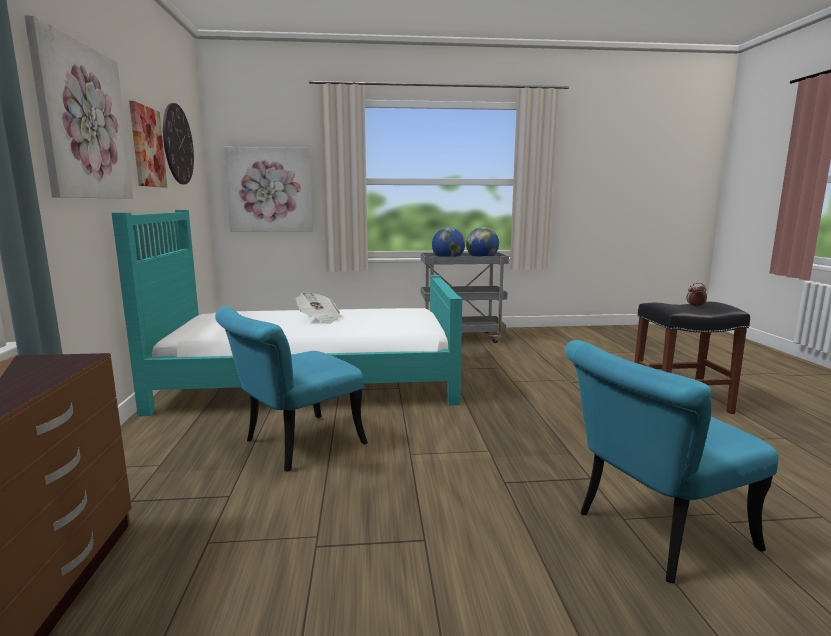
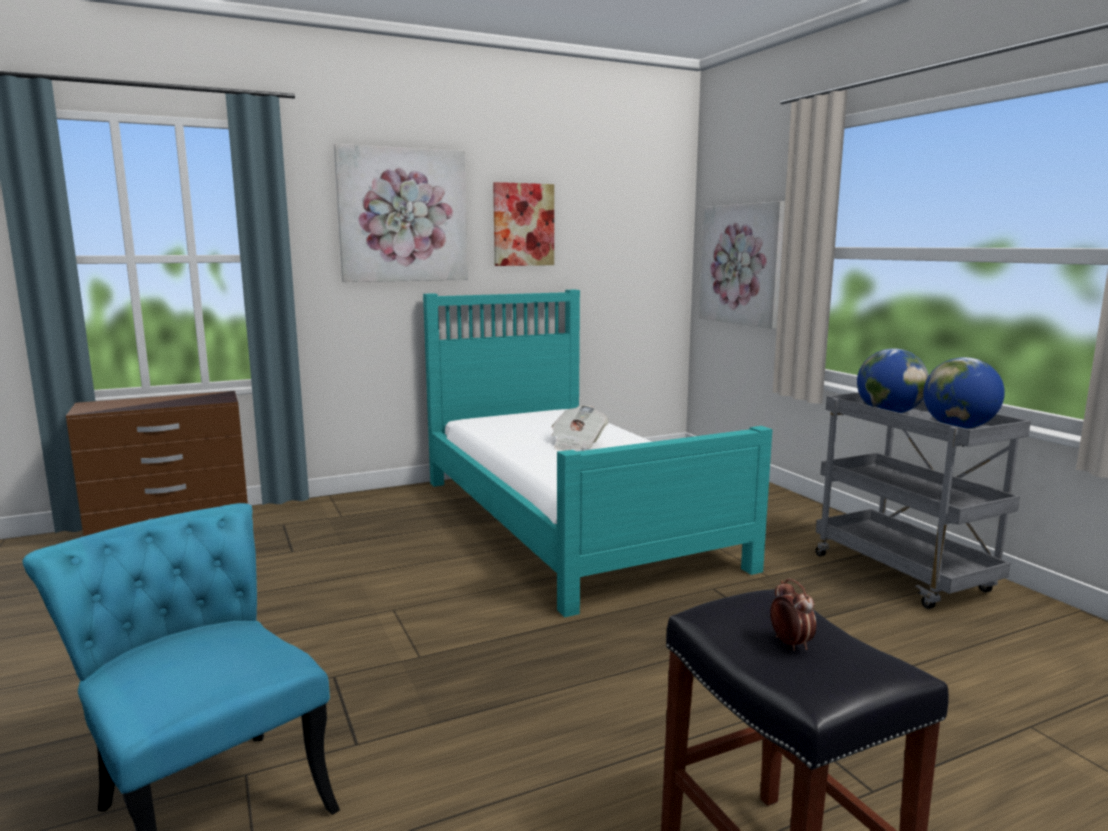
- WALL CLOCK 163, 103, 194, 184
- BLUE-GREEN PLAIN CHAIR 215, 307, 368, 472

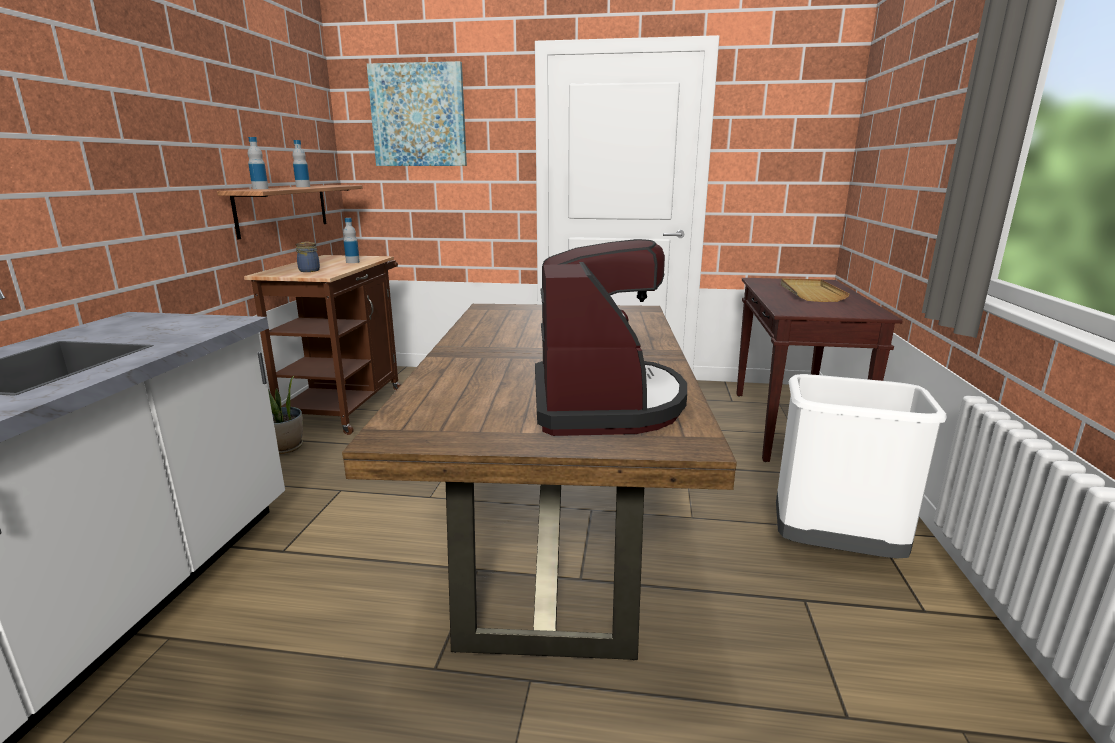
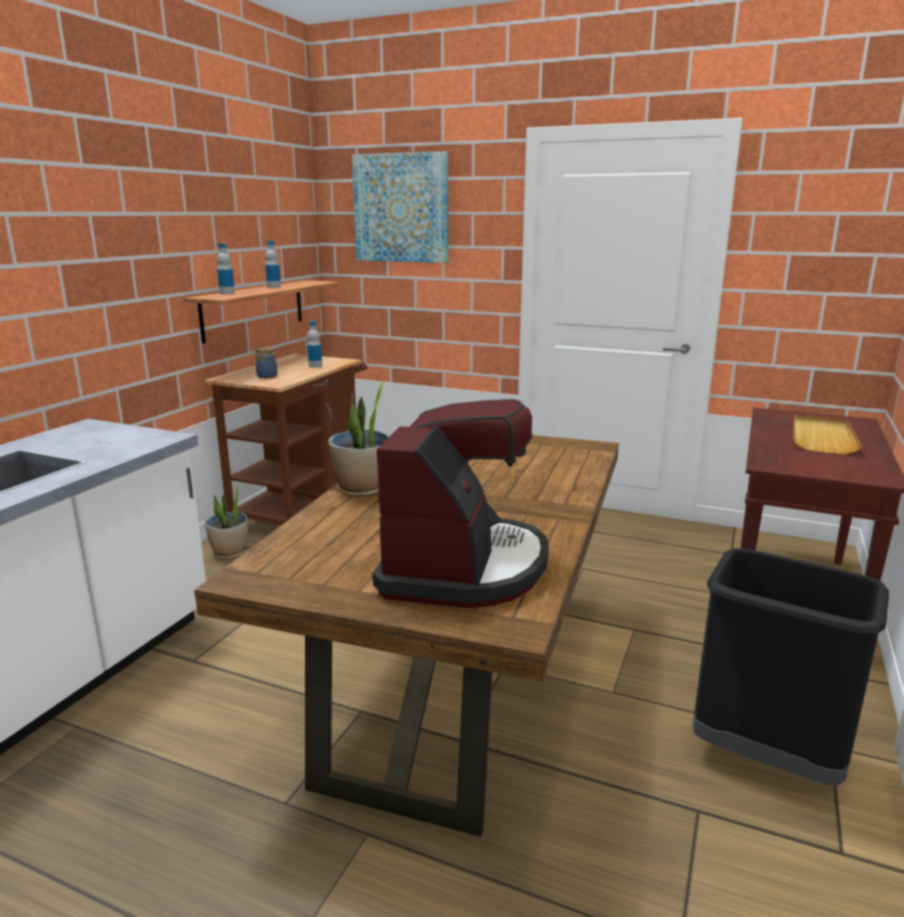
+ POTTED PLANT 328, 381, 389, 497
~ WHITE TRASH CAN 776, 374, 947, 558 to BLACK-COLOURED TRASH CAN 693, 548, 889, 786

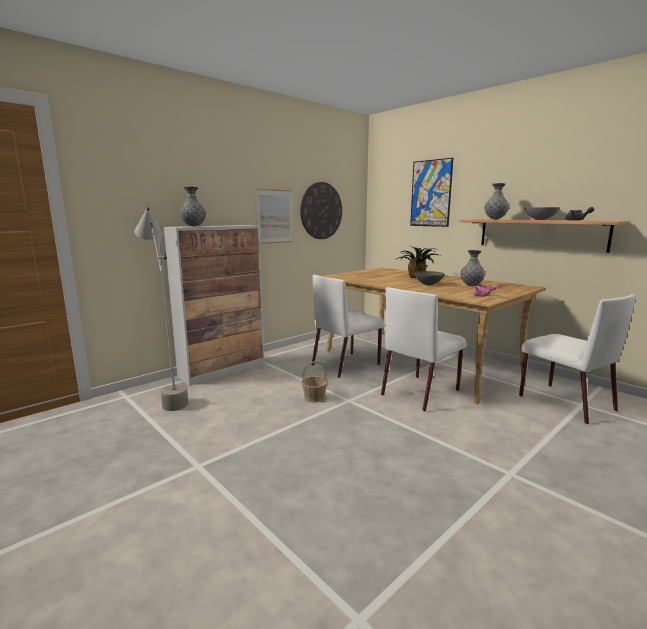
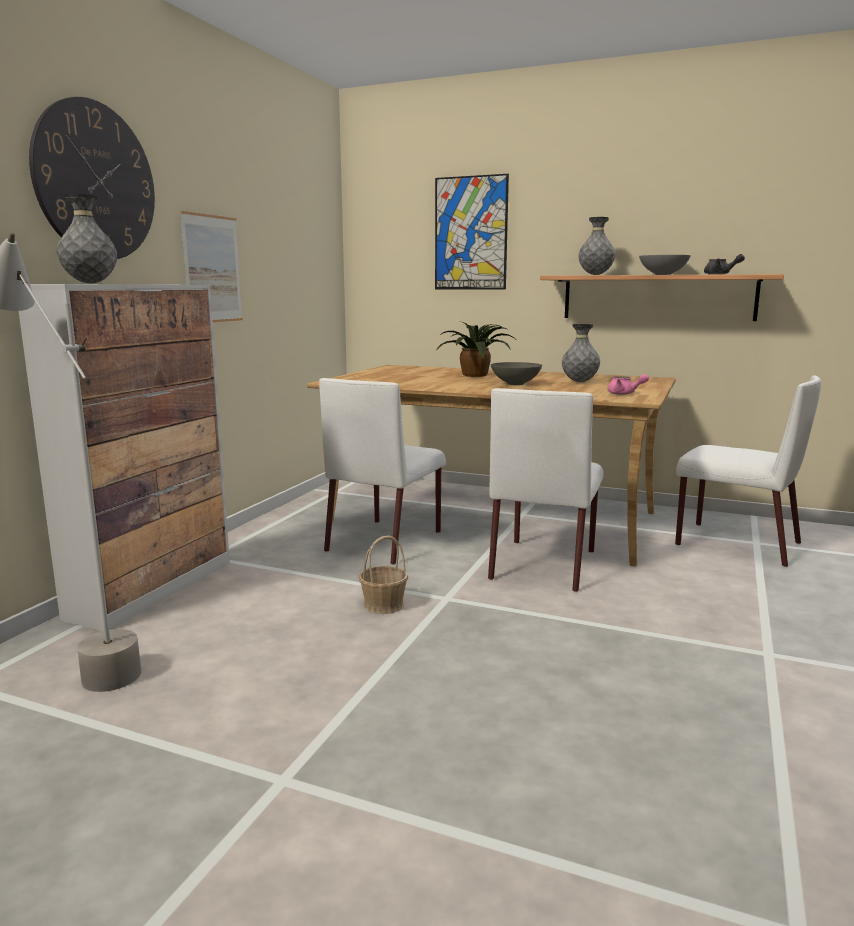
~ WALL CLOCK 300, 182, 342, 239 to 29, 97, 155, 259

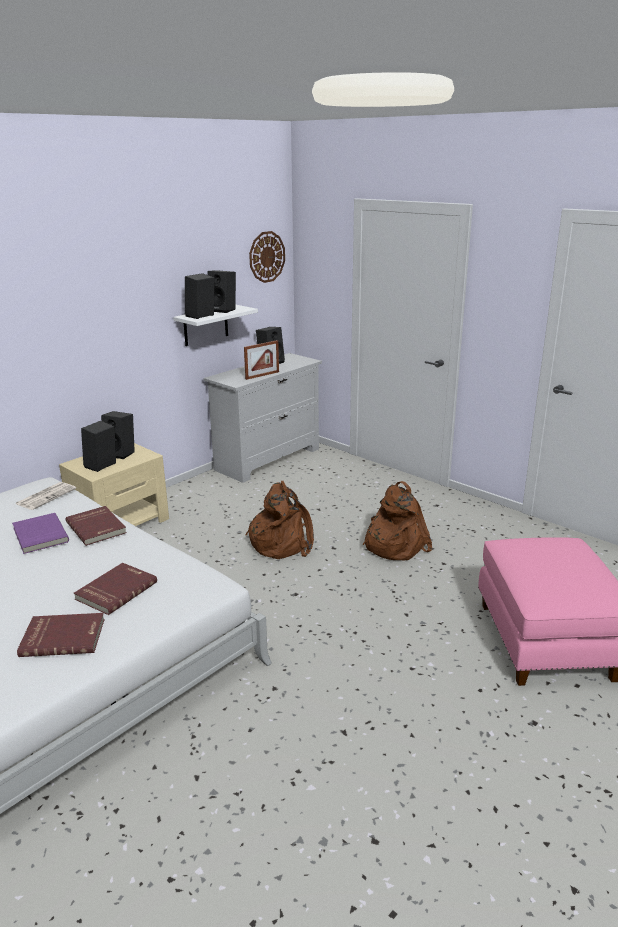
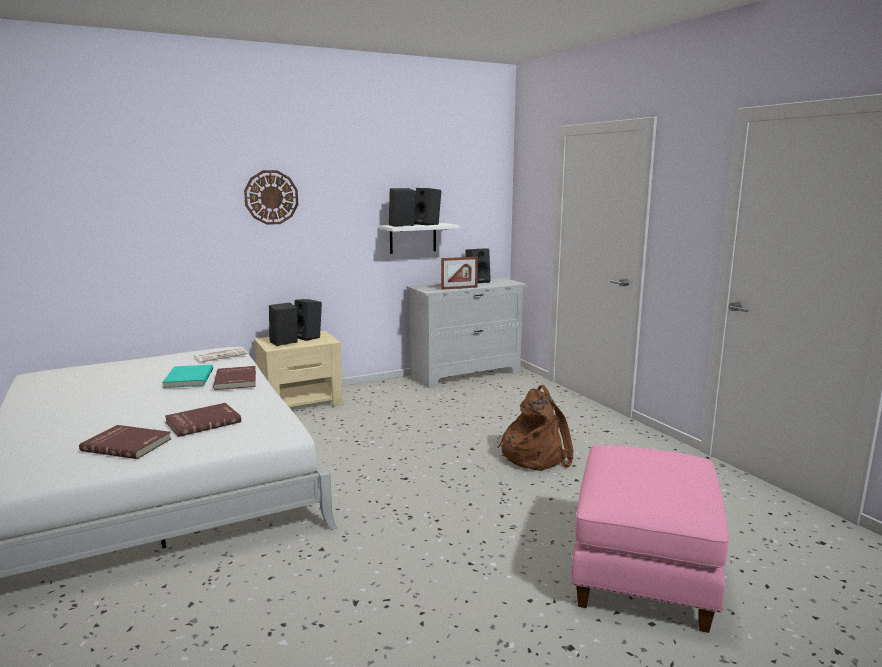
- BROWN BACKPACK 245, 481, 314, 559
~ WALL CLOCK 249, 231, 285, 283 to 244, 170, 298, 225
~ PURPLE-COLOURED BOOK 12, 513, 69, 554 to BLUE-GREEN BOOK 162, 365, 213, 388

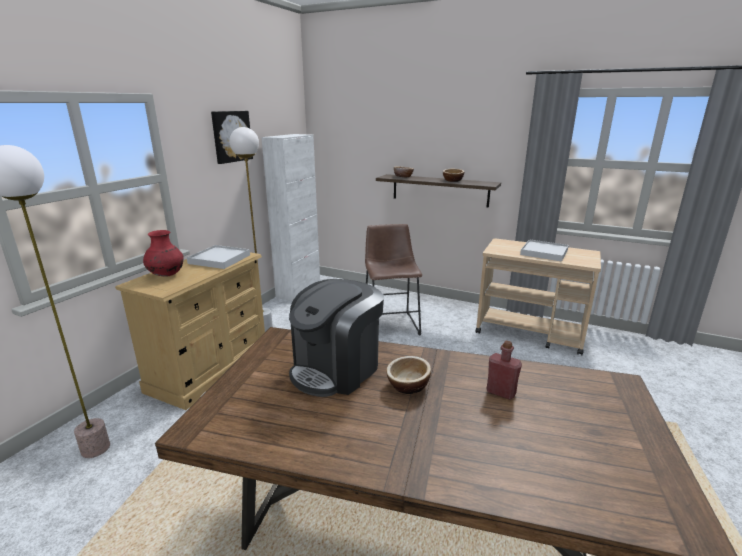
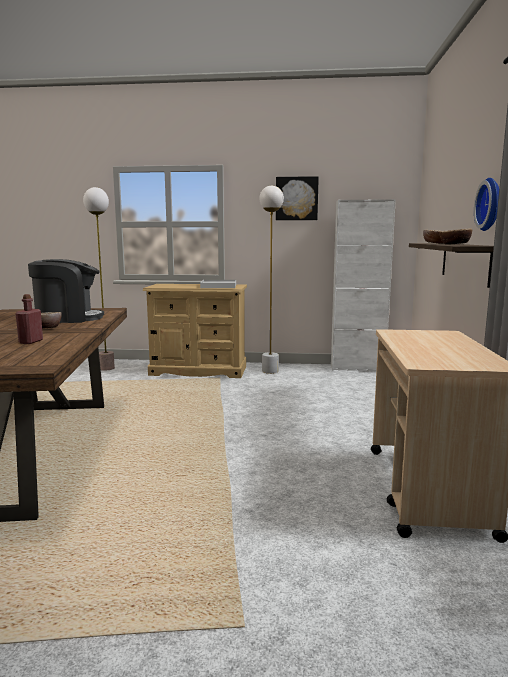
- RED VASE 143, 230, 183, 277
- BROWN STOOL SEAT 365, 224, 422, 336
- WHITE SERVING TRAY 520, 239, 569, 262
+ WALL CLOCK 474, 178, 499, 231
~ COFFEE MACHINE 289, 279, 384, 397 = 28, 259, 104, 323 150 degrees clockwise

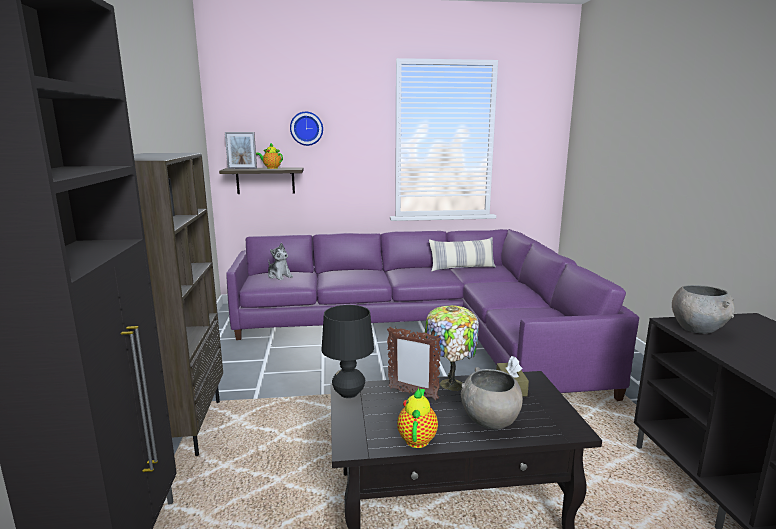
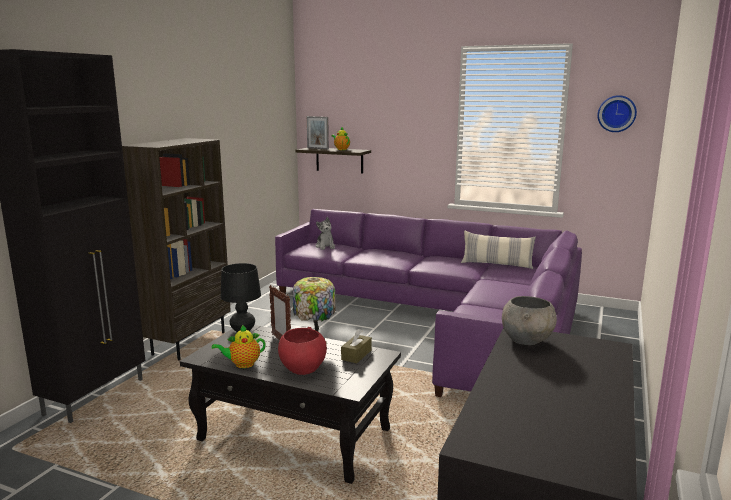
~ WALL CLOCK 290, 112, 323, 146 to 597, 95, 637, 132
~ GRAY BOWL 461, 367, 523, 430 to RED BOWL 278, 327, 327, 375
~ TEAPOT 397, 388, 438, 448 = 212, 325, 266, 368 150 degrees counterclockwise

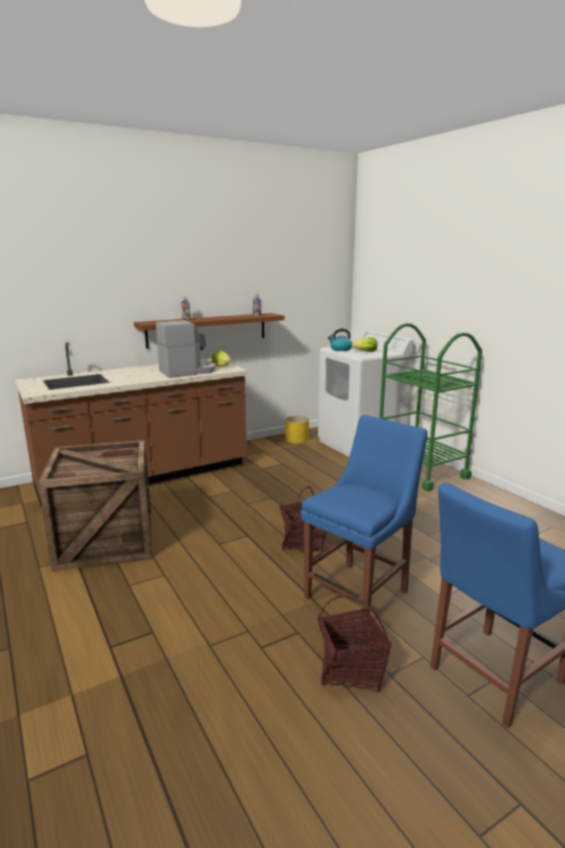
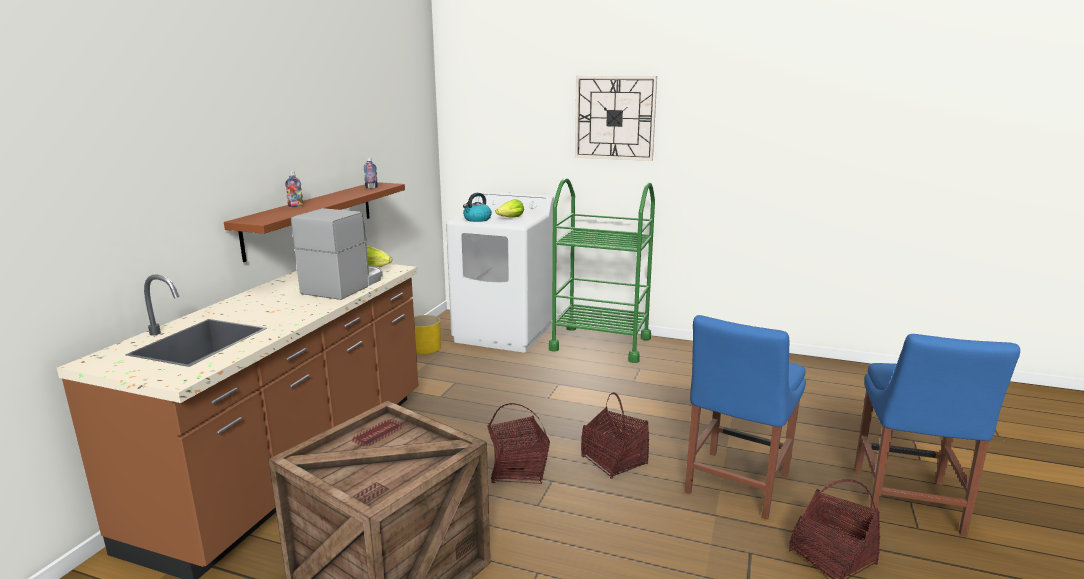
+ BASKET 487, 403, 550, 484
+ WALL CLOCK 575, 76, 657, 161
~ BLUE PLAIN CHAIR 301, 415, 427, 628 = 685, 315, 806, 520 150 degrees counterclockwise

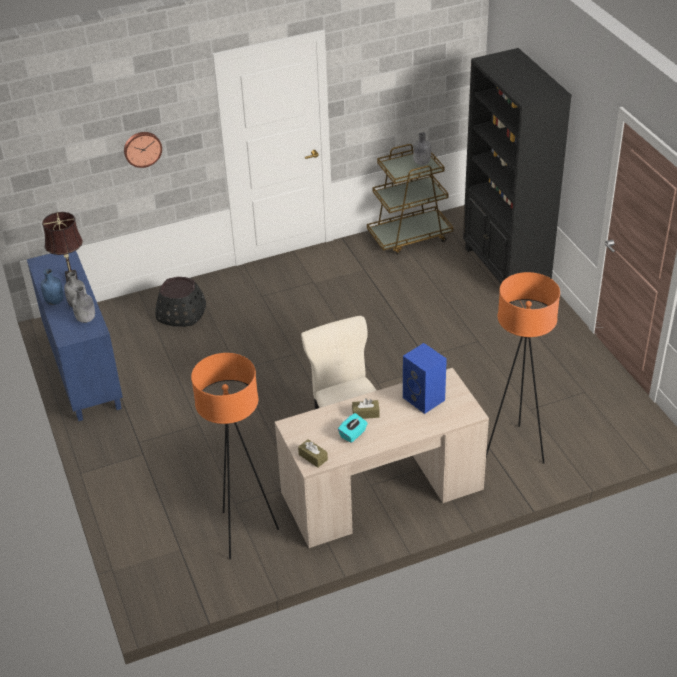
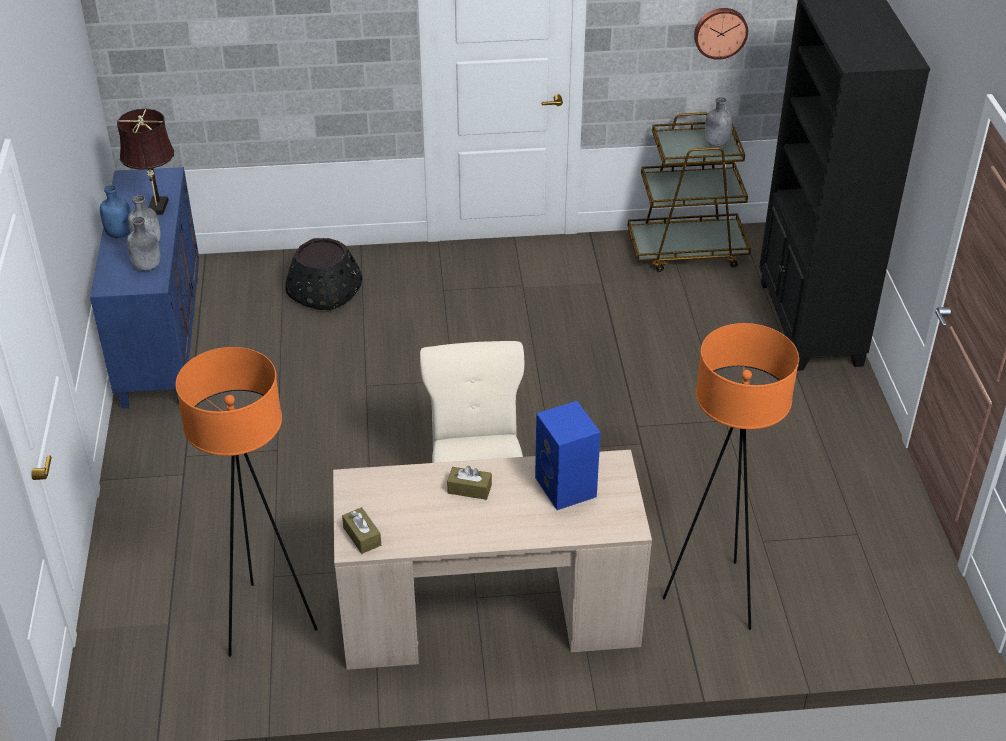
- BLUE-GREEN TISSUE HOLDER 338, 413, 368, 443
~ WALL CLOCK 124, 132, 162, 168 to 694, 8, 748, 60

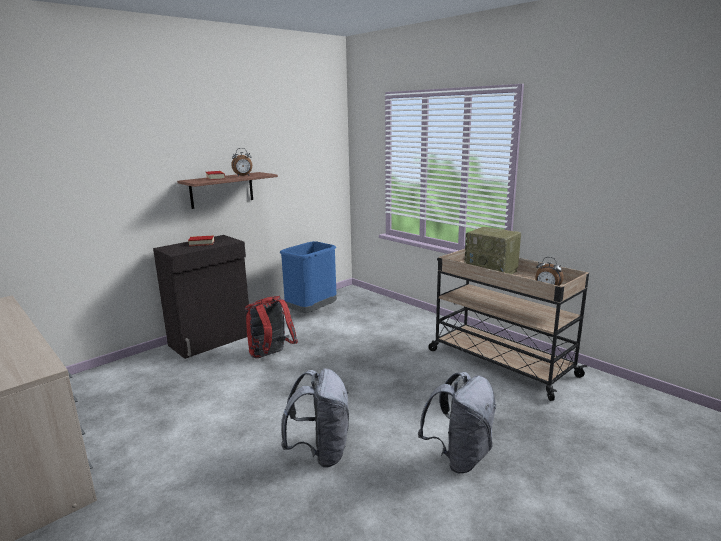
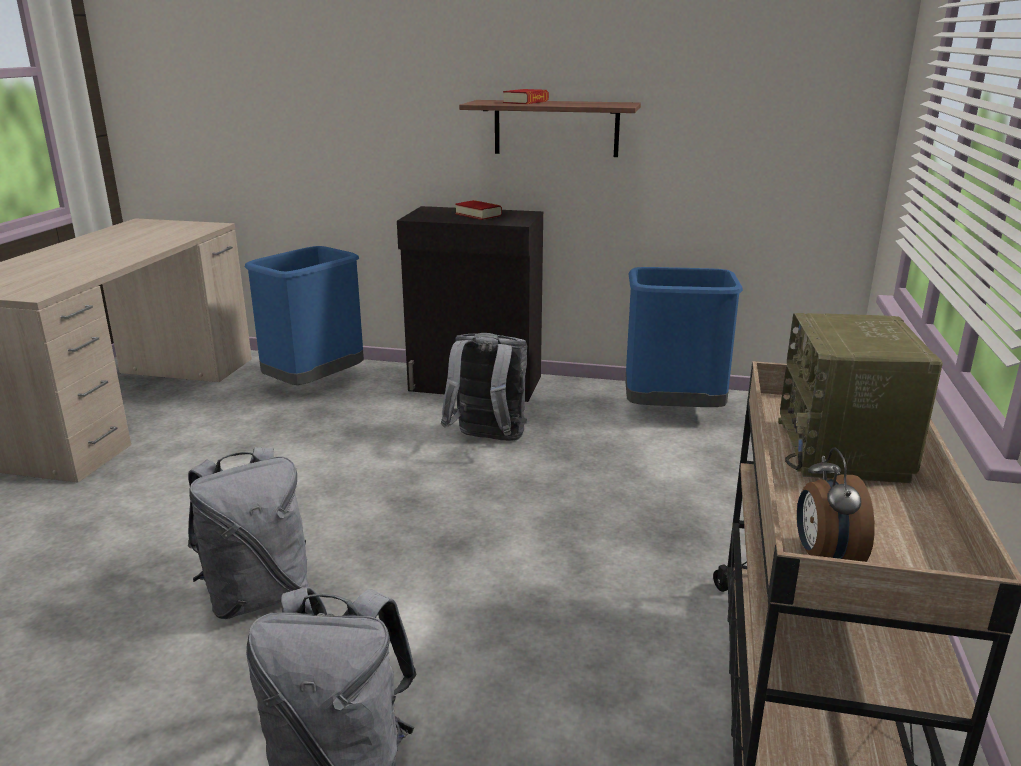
- ALARM CLOCK 231, 148, 252, 176
+ BLUE TRASH CAN 245, 246, 364, 385
~ RED BACKPACK 245, 296, 298, 358 to GRAY BACKPACK 441, 333, 527, 441

